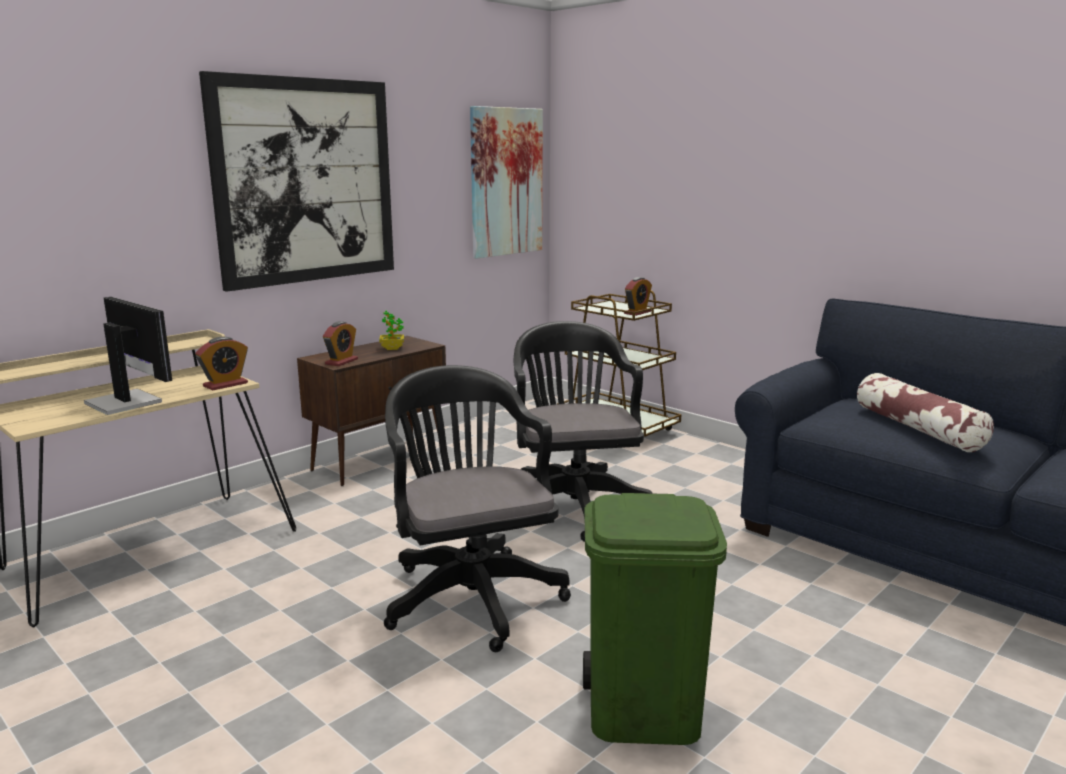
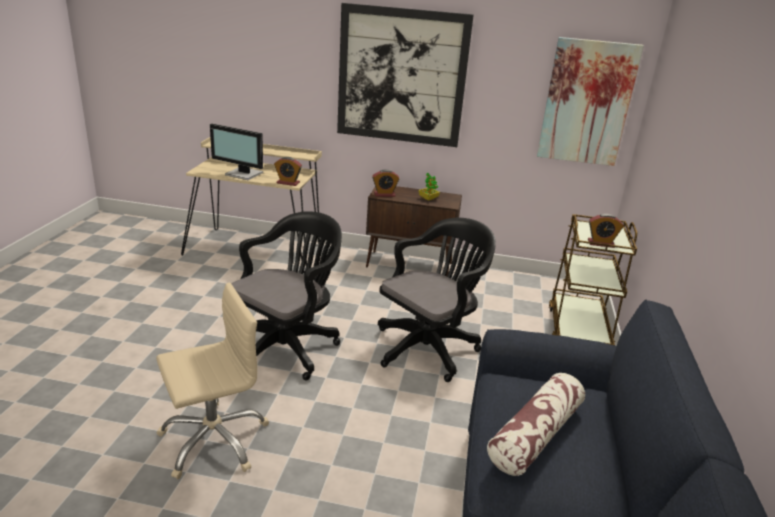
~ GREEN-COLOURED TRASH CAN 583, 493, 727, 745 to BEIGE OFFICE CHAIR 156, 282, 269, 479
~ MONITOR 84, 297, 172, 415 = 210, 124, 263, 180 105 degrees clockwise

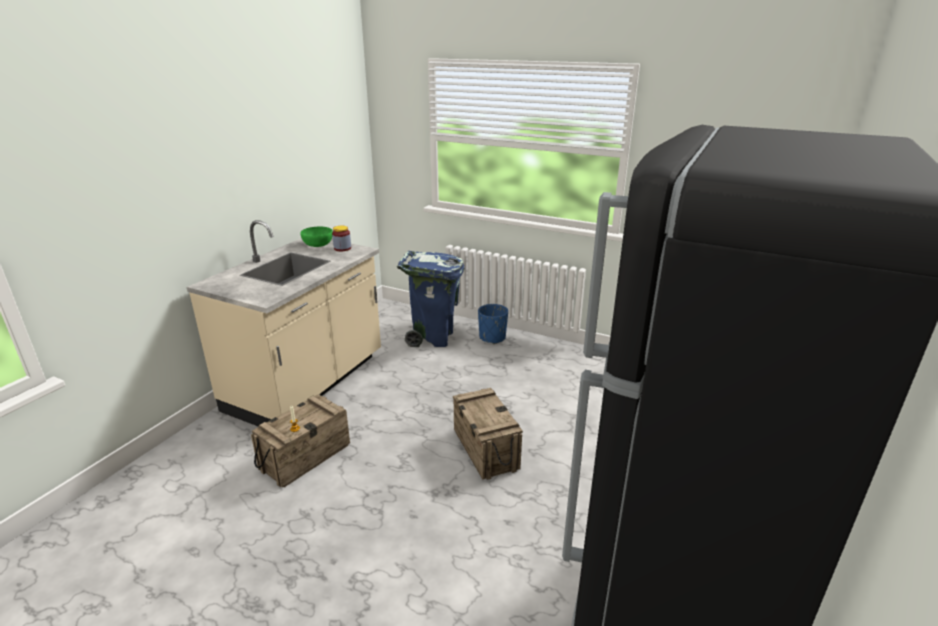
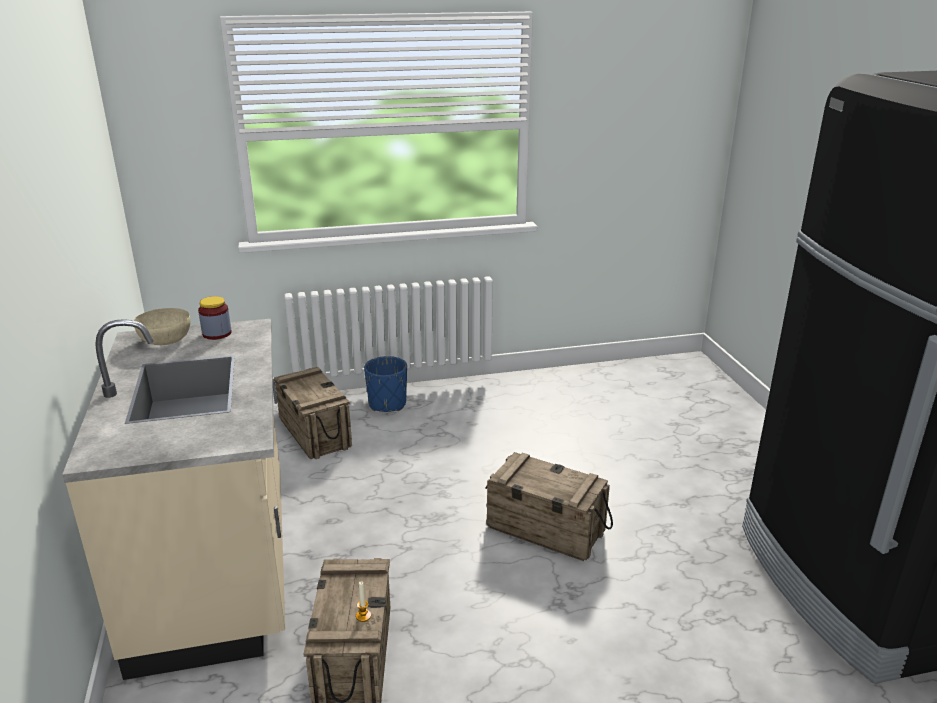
~ BLUE TRASH CAN 397, 251, 464, 347 to SHIPPING CRATE 274, 367, 352, 459
~ GREEN-COLOURED BOWL 300, 227, 333, 247 to BEIGE BOWL 134, 308, 191, 345

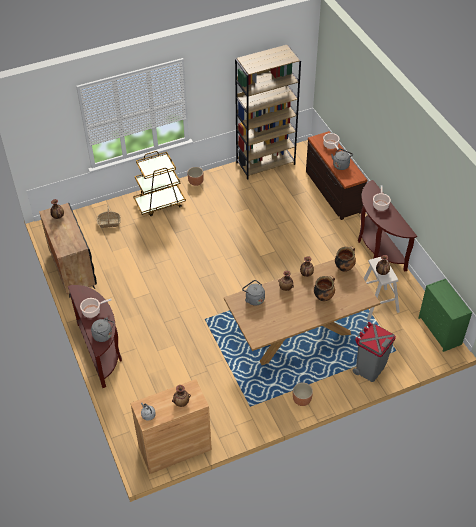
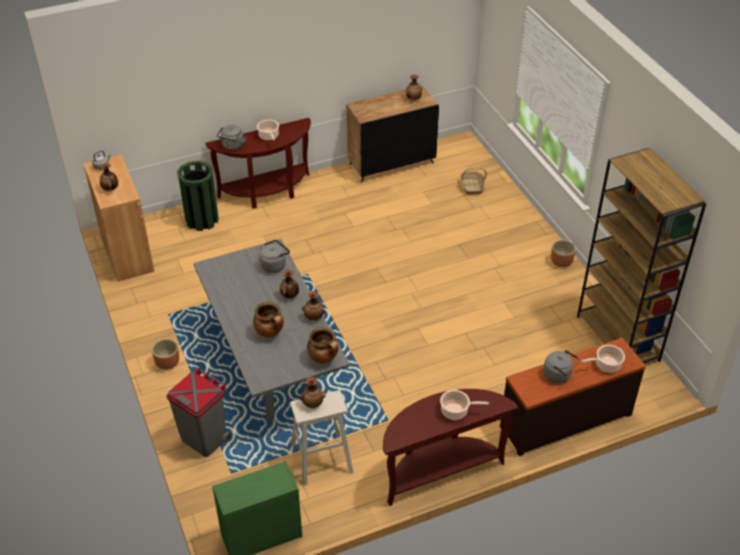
- BROWN CART 133, 151, 186, 216
+ GREEN-COLOURED TRASH CAN 177, 161, 219, 231
~ BROWN DINNER TABLE 224, 259, 380, 365 to GRAY DINNER TABLE 193, 239, 350, 422

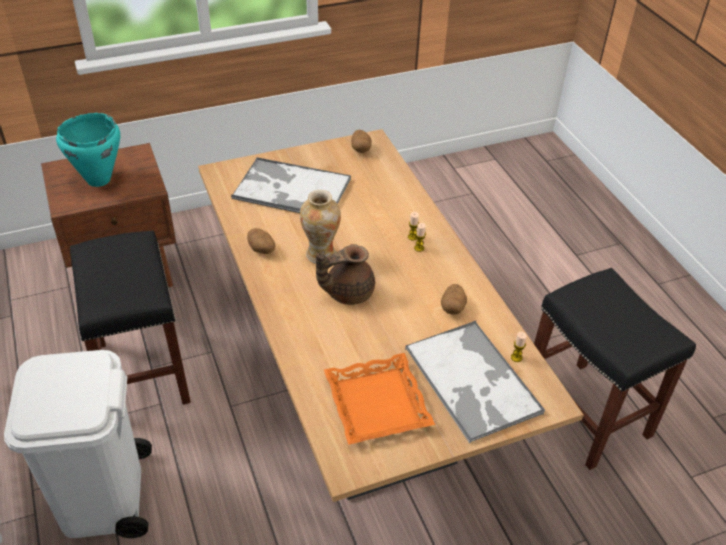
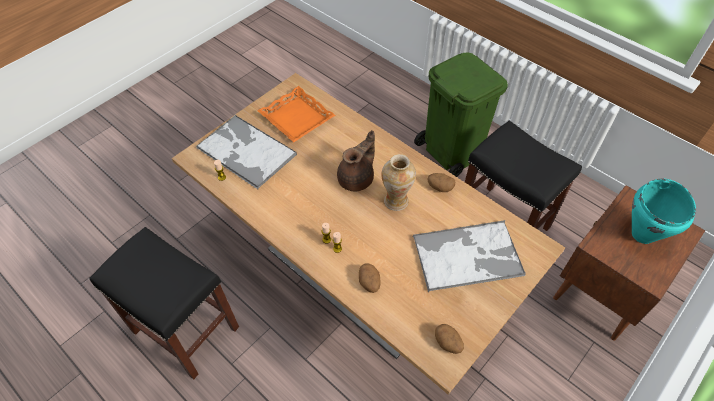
~ WHOLE POTATO 441, 284, 467, 314 to 359, 264, 381, 293
~ WHITE TRASH CAN 4, 350, 152, 538 to GREEN-COLOURED TRASH CAN 414, 53, 508, 177

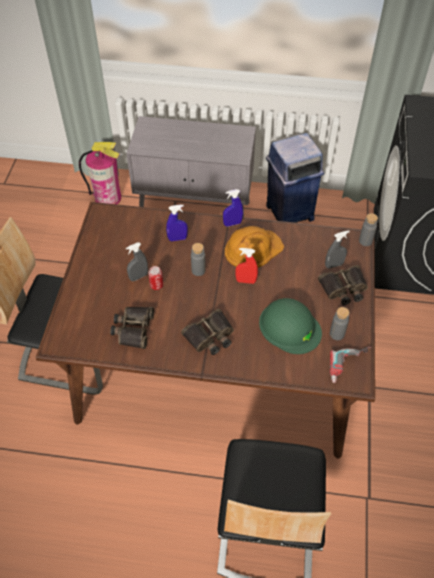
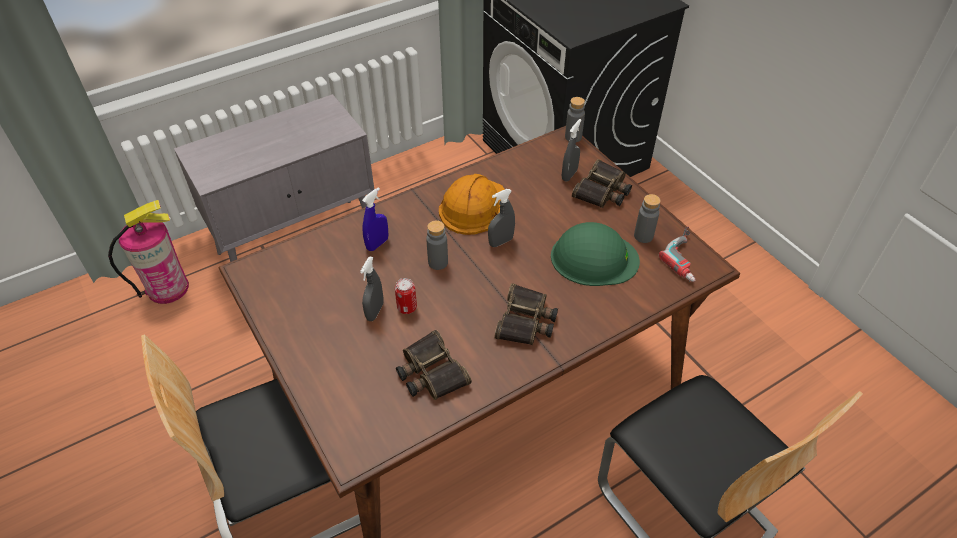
- BLUE SPRAYER 223, 189, 243, 226
- BLUE TRASH CAN 266, 133, 324, 223
~ RED SPRAYER 235, 248, 258, 284 to GRAY SPRAYER 488, 189, 515, 247

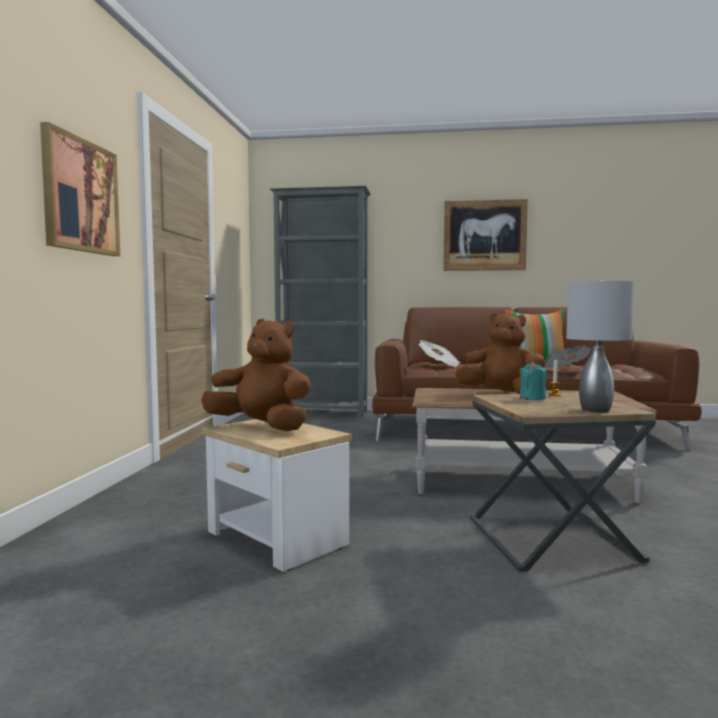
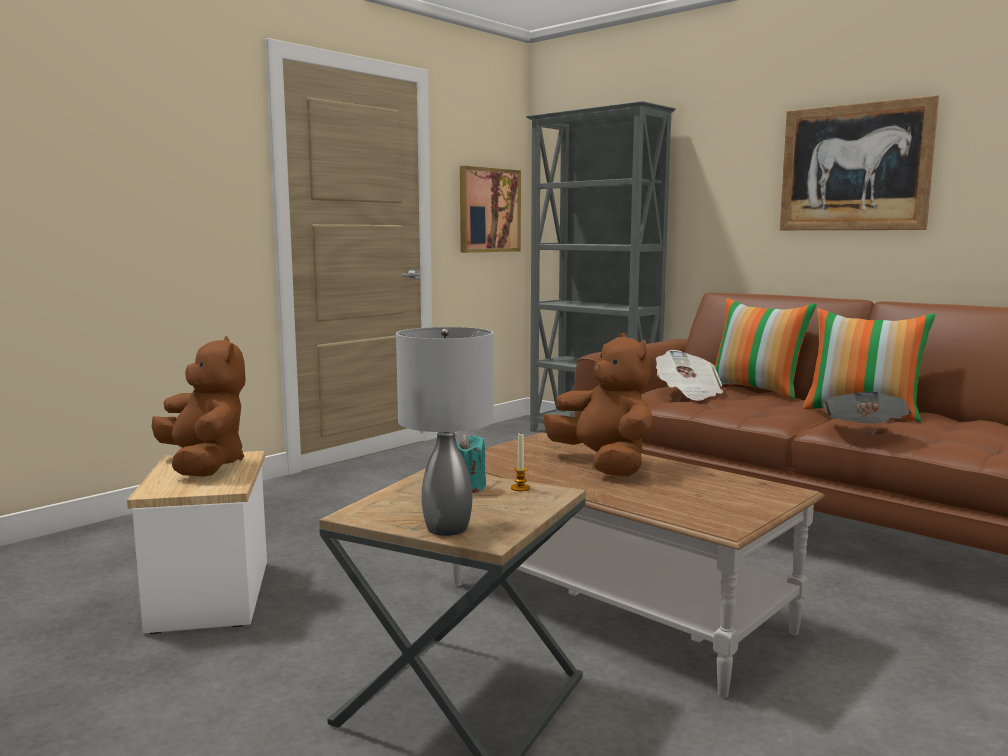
+ PILLOW 715, 298, 817, 399
~ WALL ART 40, 122, 120, 256 to 460, 166, 521, 253

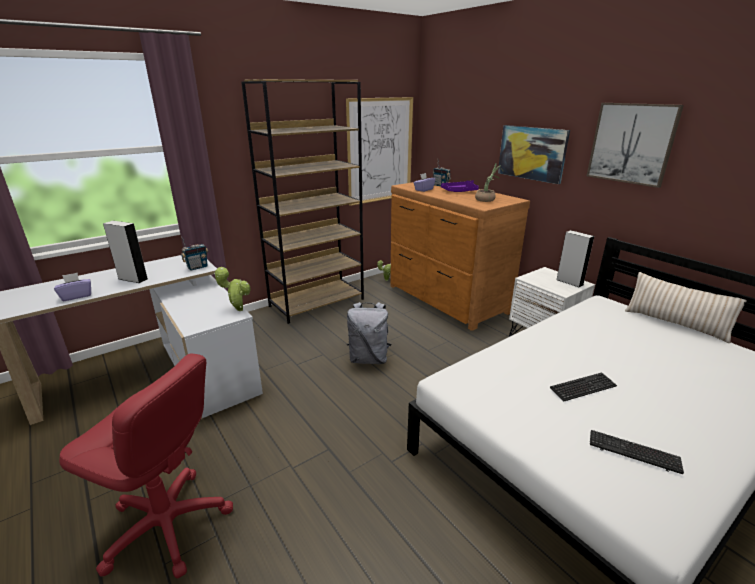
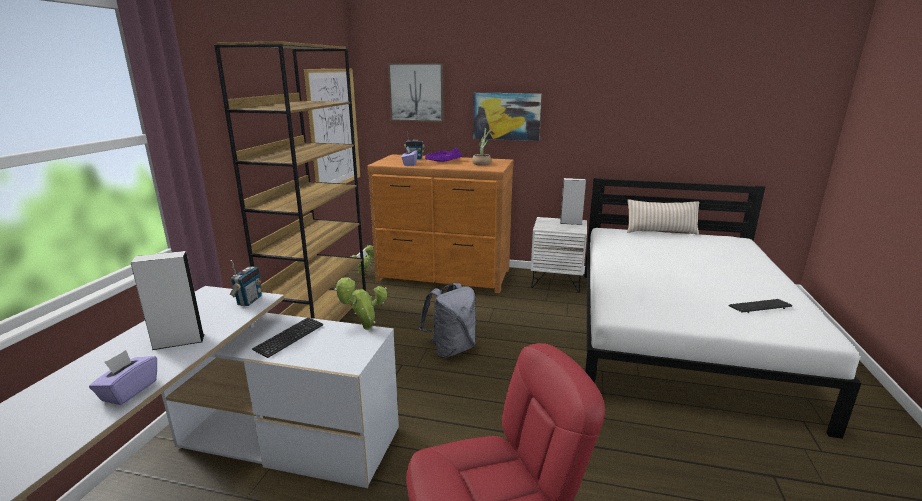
~ PC KEYBOARD 550, 373, 617, 402 to 252, 317, 323, 358
~ WALL ART 587, 103, 684, 188 to 388, 63, 444, 122

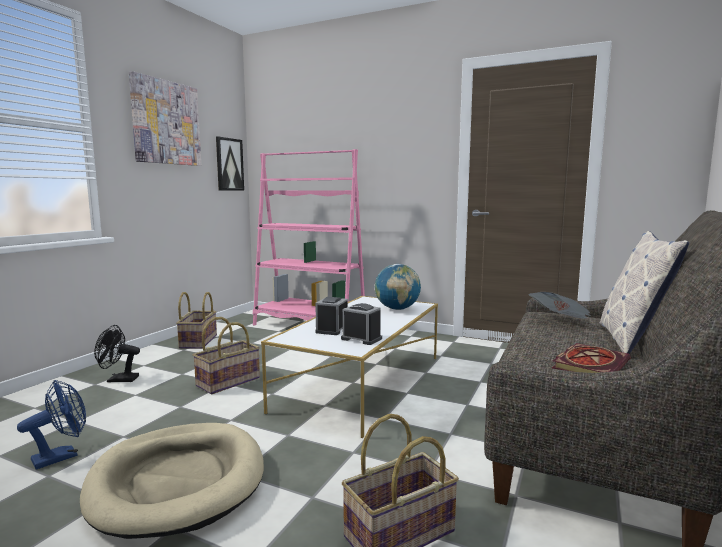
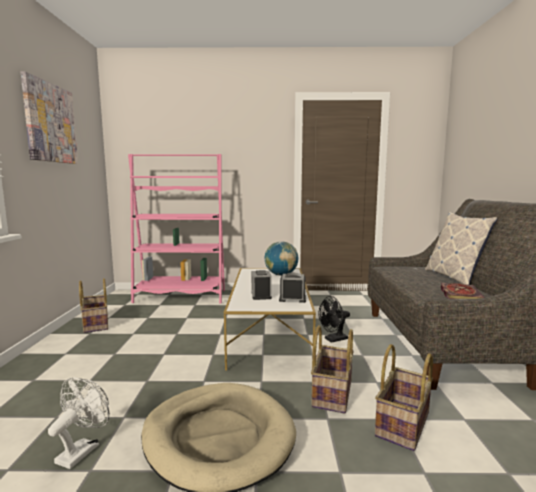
- WALL ART 216, 136, 244, 191
- DAILY PAPER 529, 292, 591, 318
~ BLACK-COLOURED COOLING FAN 94, 325, 140, 382 to 318, 296, 350, 343
~ BASKET 193, 317, 260, 394 to 311, 325, 354, 414
~ BLUE COOLING FAN 17, 380, 86, 469 to WHITE COOLING FAN 48, 377, 110, 469

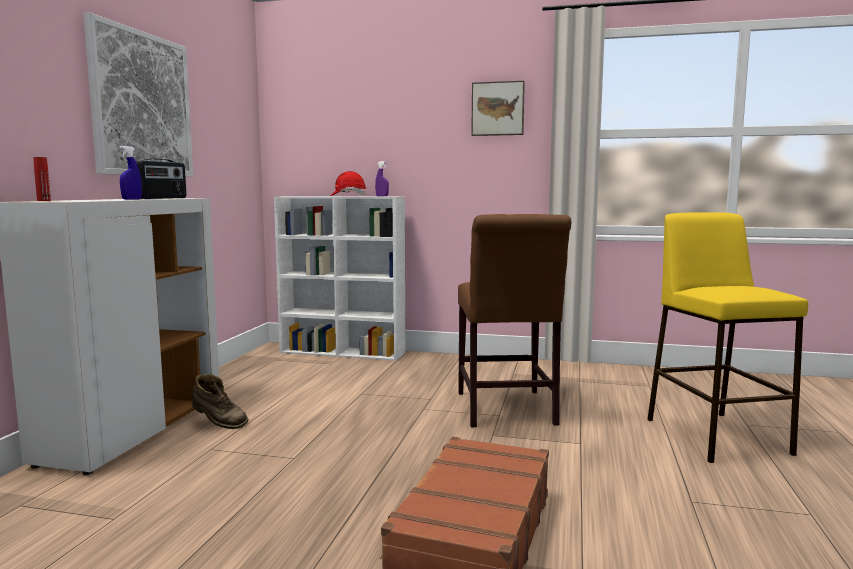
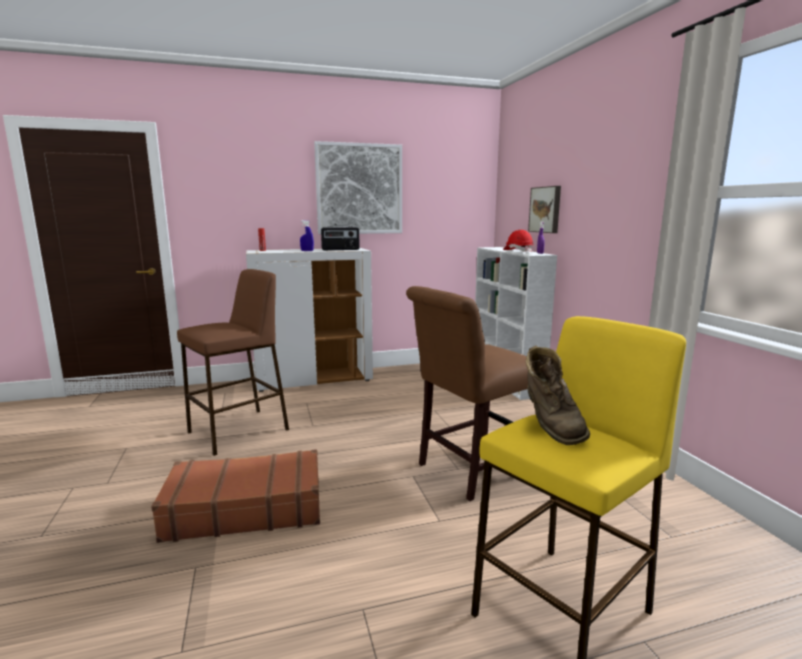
+ BROWN STOOL SEAT 177, 269, 289, 456
~ BROWN TALL BOOT 192, 374, 248, 429 to 526, 346, 590, 445
~ WALL ART 471, 81, 525, 136 to 528, 186, 561, 233

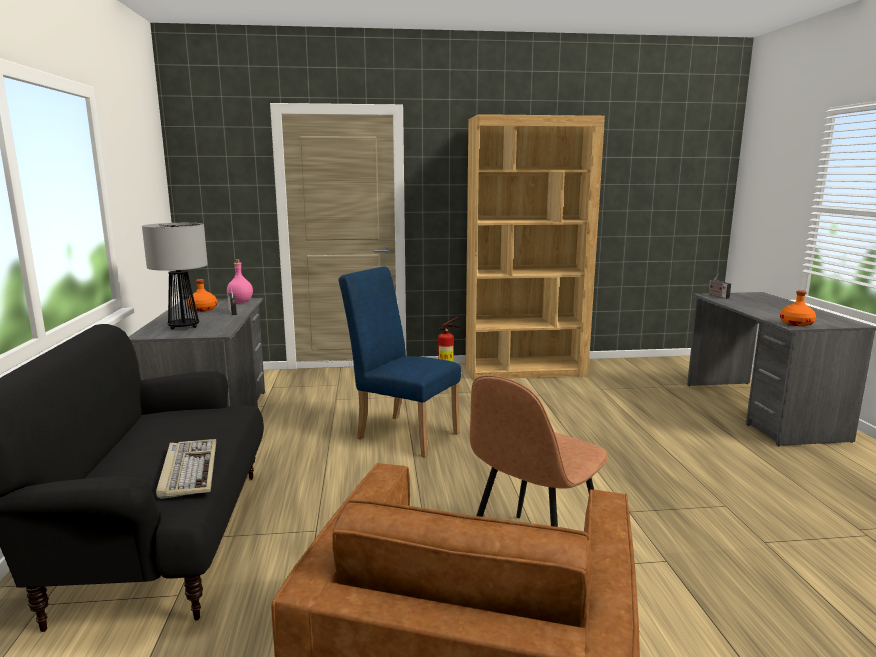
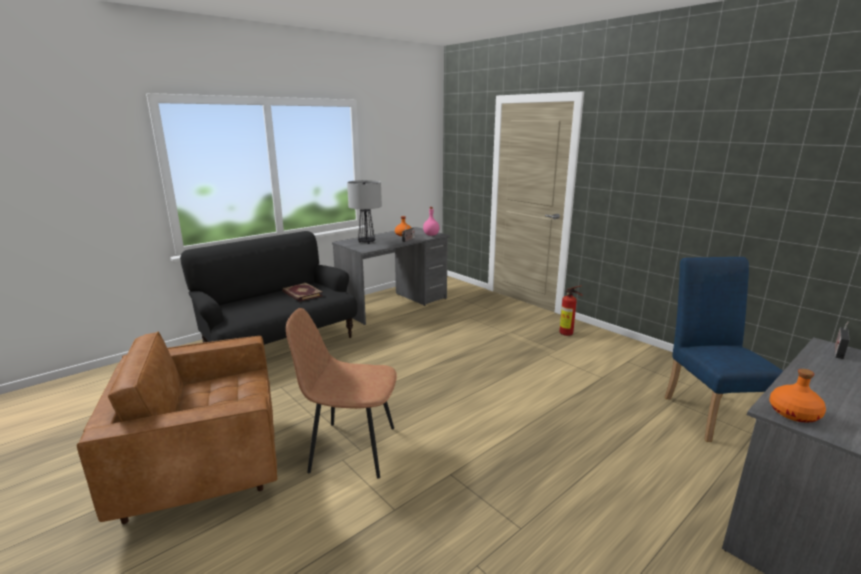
- PC KEYBOARD 156, 439, 216, 499
- BROWN SHELVING UNIT 466, 114, 605, 380
+ BOOK 282, 283, 323, 302
~ BLUE PLAIN CHAIR 338, 266, 461, 458 to 665, 257, 783, 442

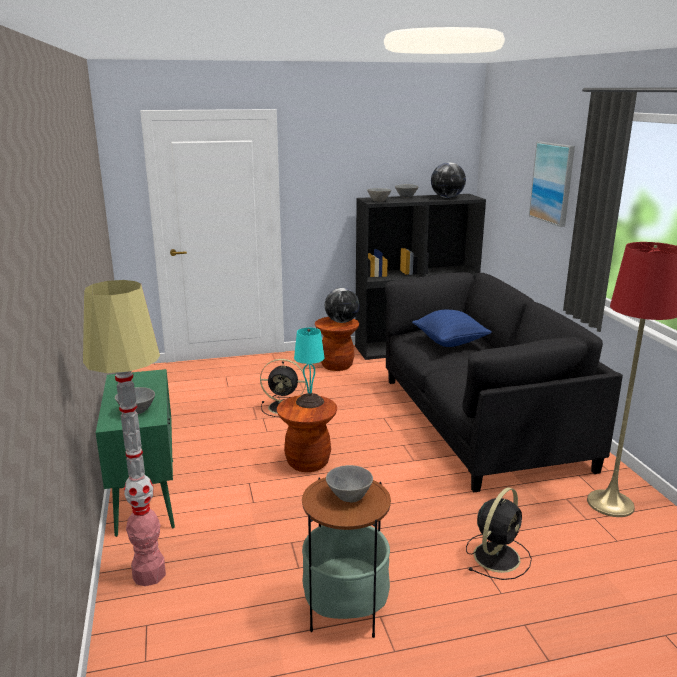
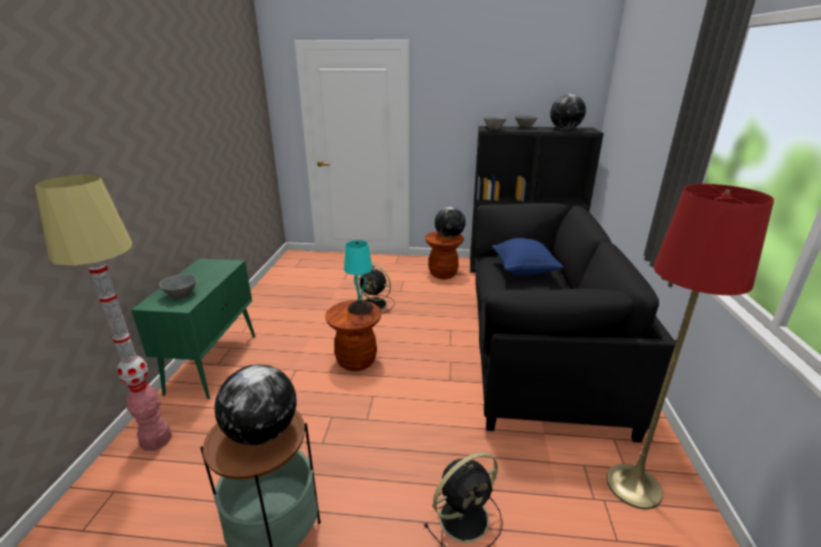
- WALL ART 529, 142, 575, 227
~ GRAY BOWL 326, 465, 373, 502 to DESK GLOBE 214, 364, 297, 445

